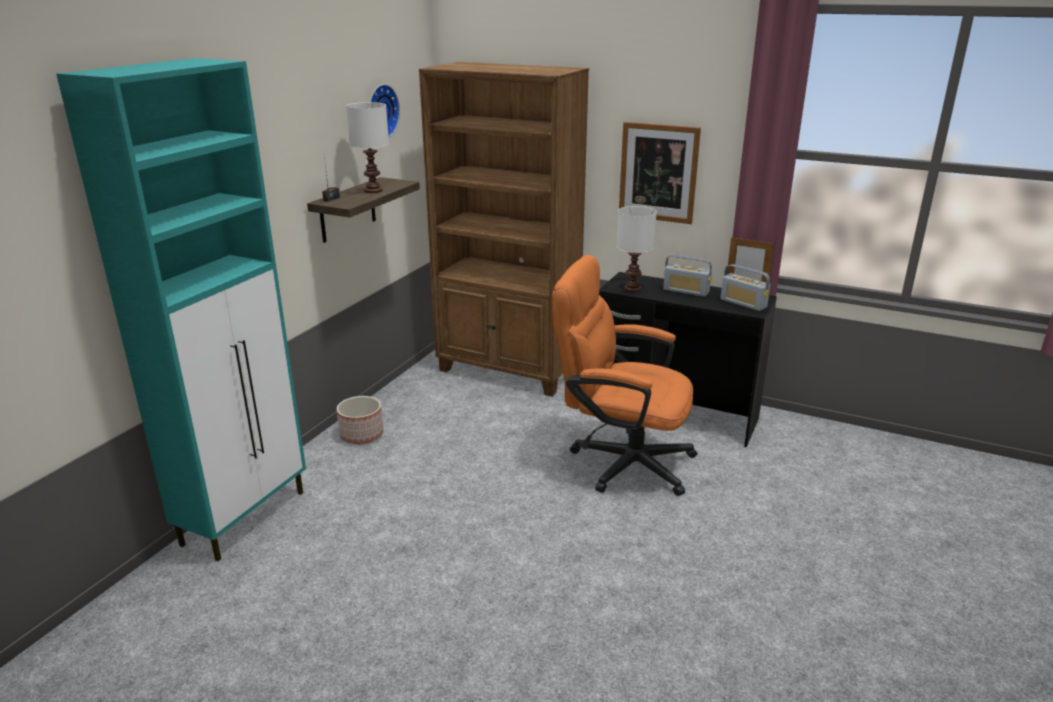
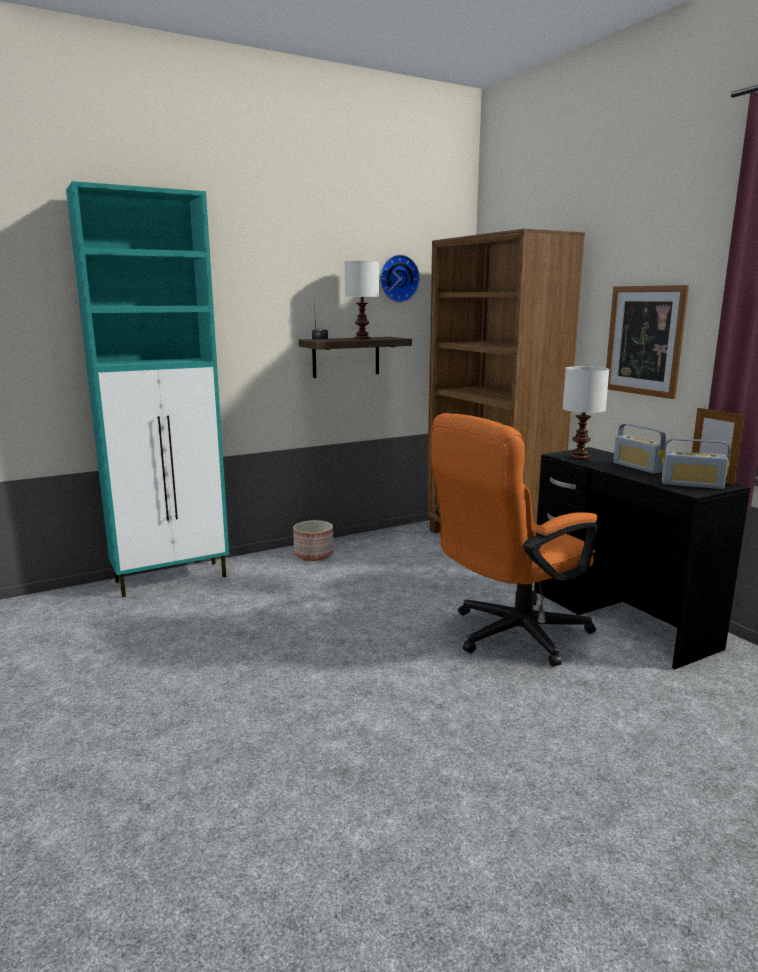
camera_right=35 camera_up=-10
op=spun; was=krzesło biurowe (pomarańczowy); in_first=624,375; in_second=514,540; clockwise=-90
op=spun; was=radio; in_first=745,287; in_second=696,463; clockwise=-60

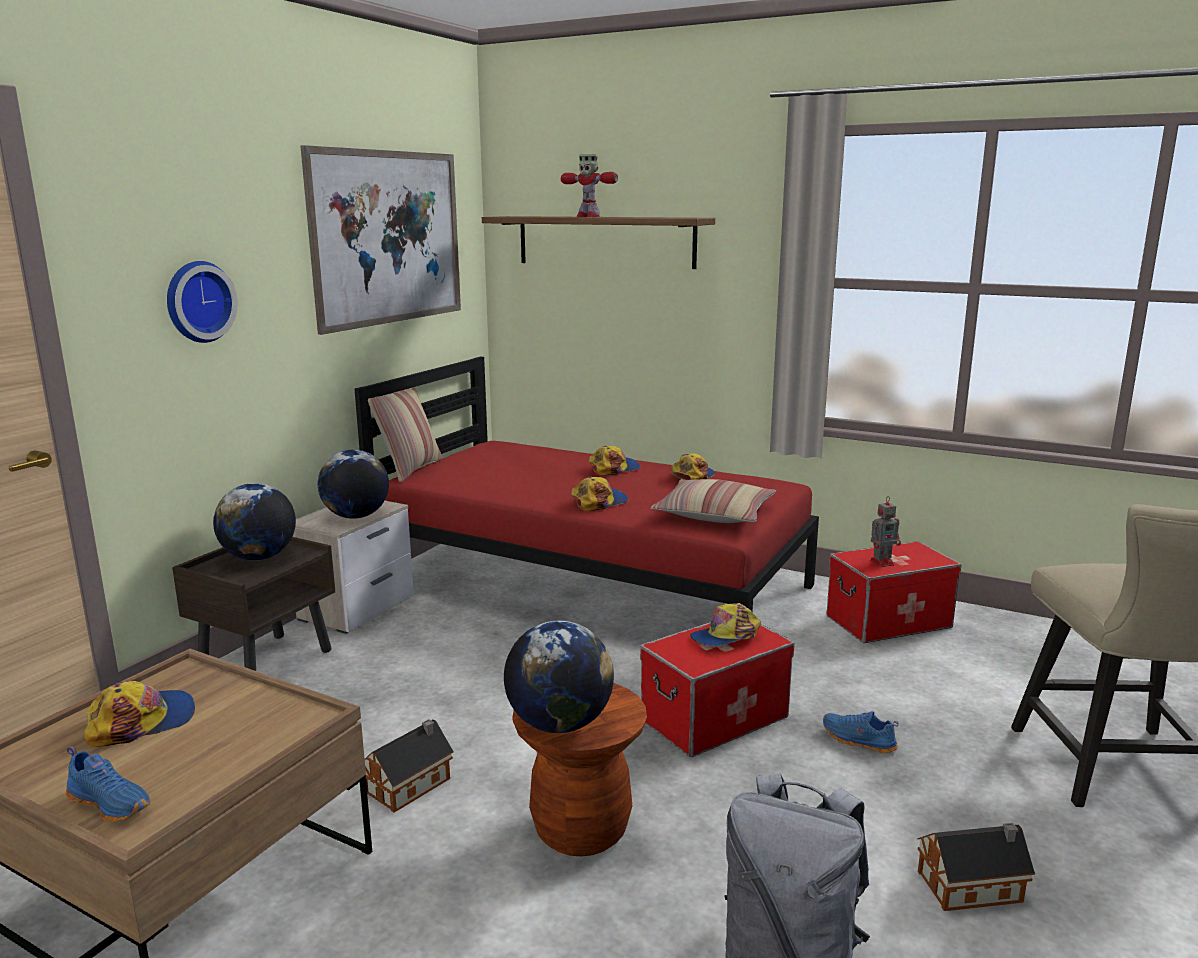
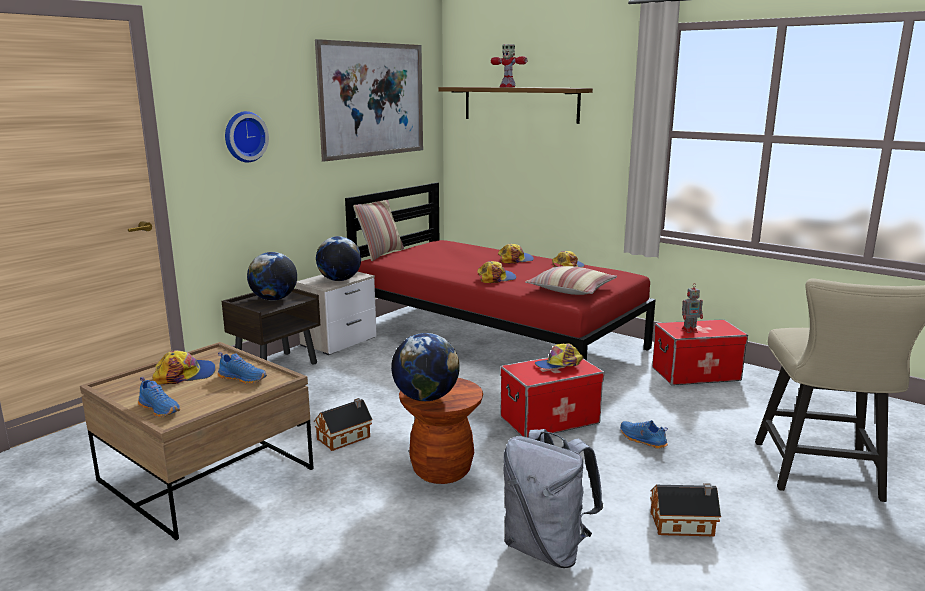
camera_right=10 camera_up=0
op=appeared; now=but (niebieski); in_second=242,368

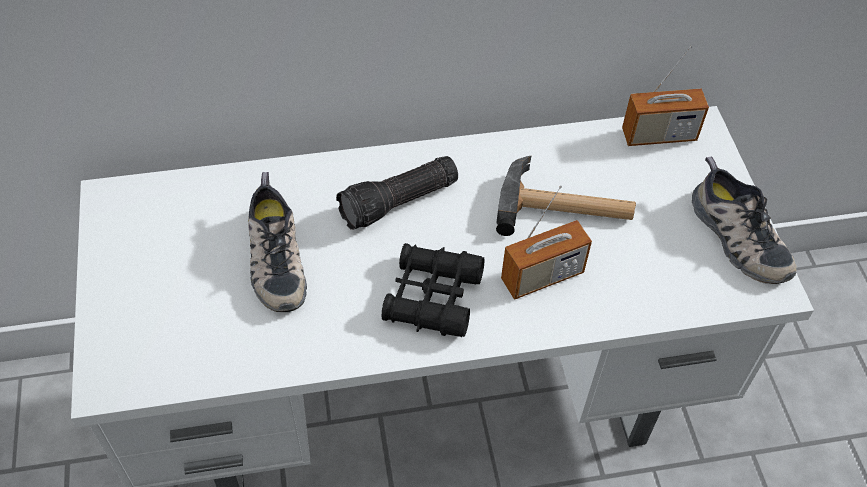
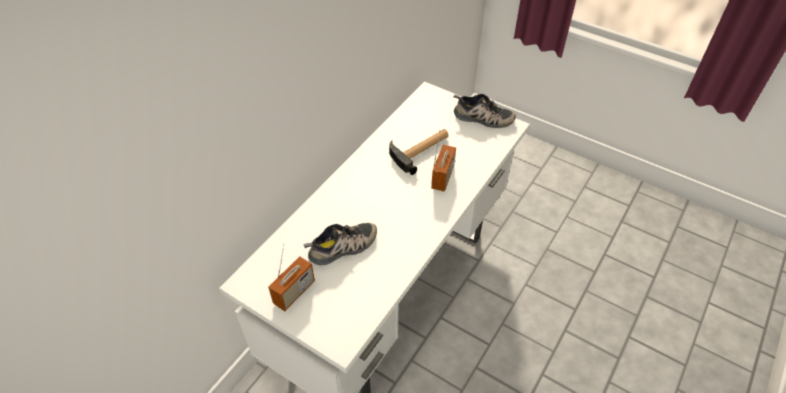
camera_right=-45 camera_up=-5
op=relocated; was=radio; in_first=665,95; in_second=291,277
op=spun; was=but; in_first=277,242; in_second=340,244; clockwise=-60
op=missing; was=latarka; in_first=397,193
op=missing; was=lornetka (czarny); in_first=433,290

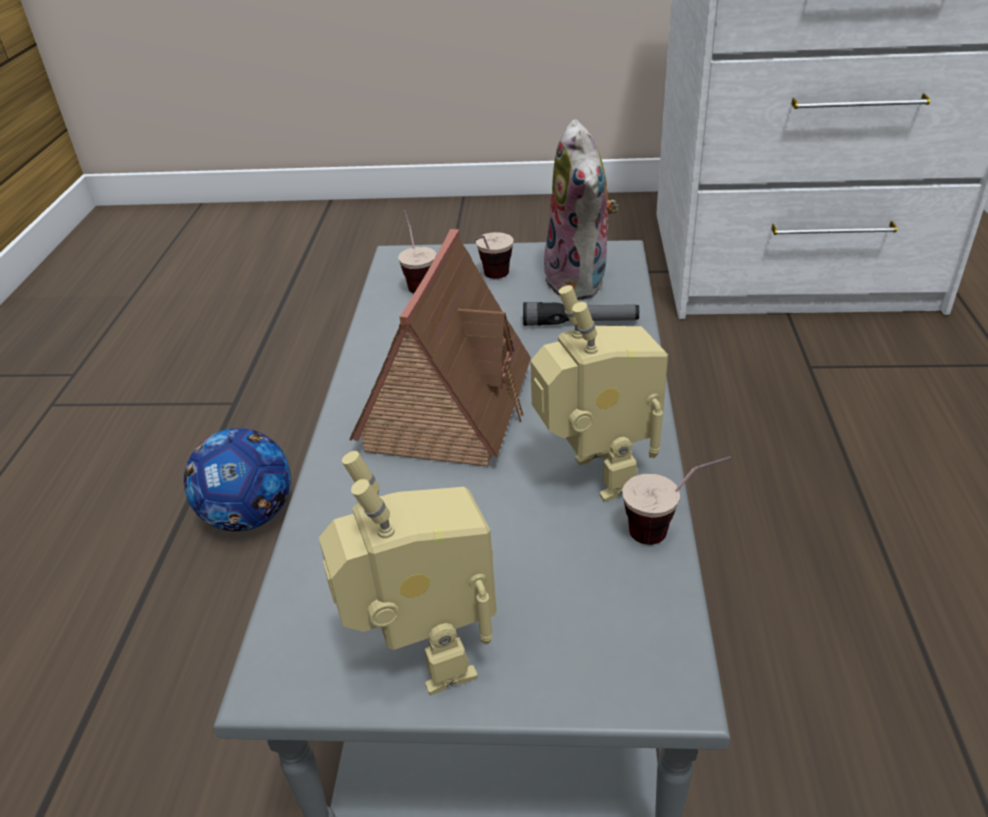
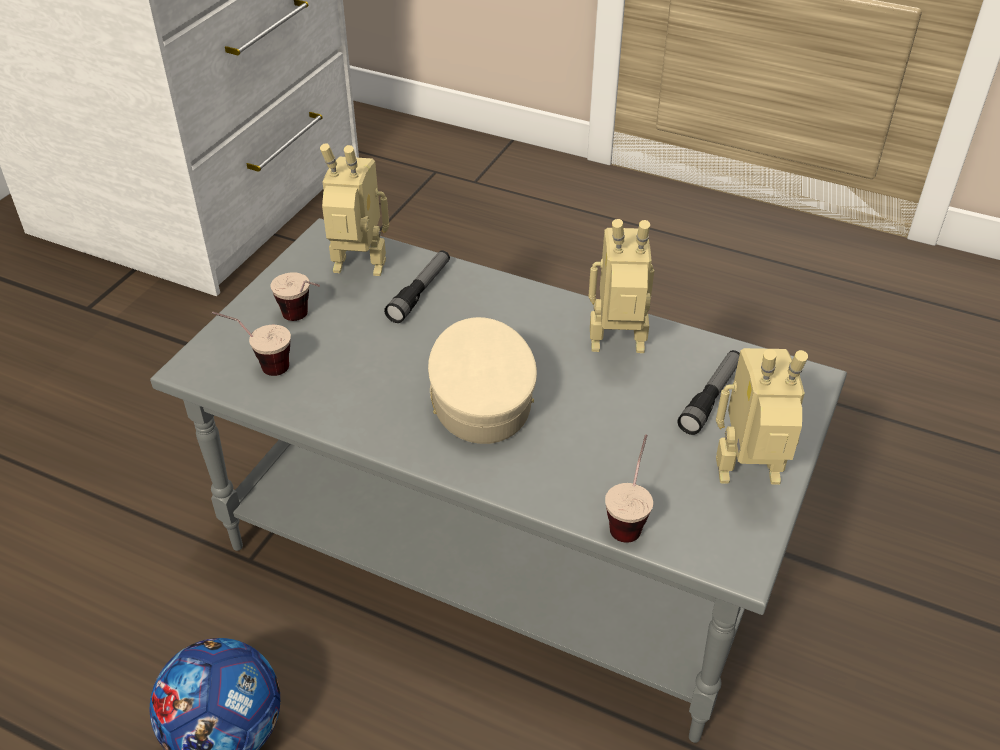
camera_right=-70 camera_up=5
op=exchanged; was=pluszak; now=robot zabawkowy; in_first=580,209; in_second=354,209
op=exchanged; was=domek; now=czapka z daszkiem (beżowy); in_first=440,348; in_second=482,380
op=relocated; was=filiżanka; in_first=676,500; in_second=629,488
op=appeared; now=latarka; in_second=708,392

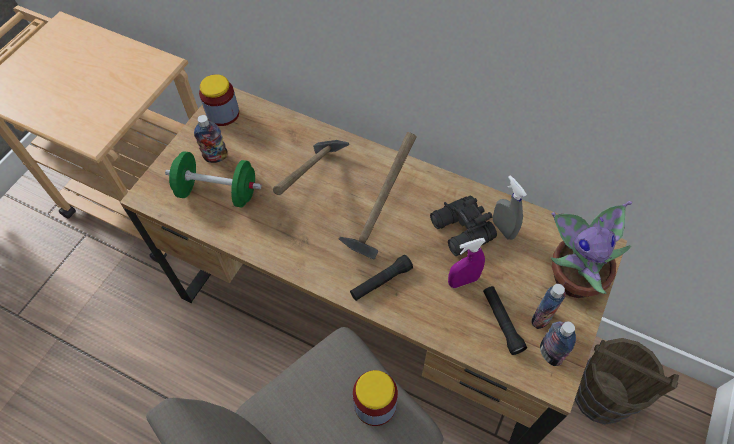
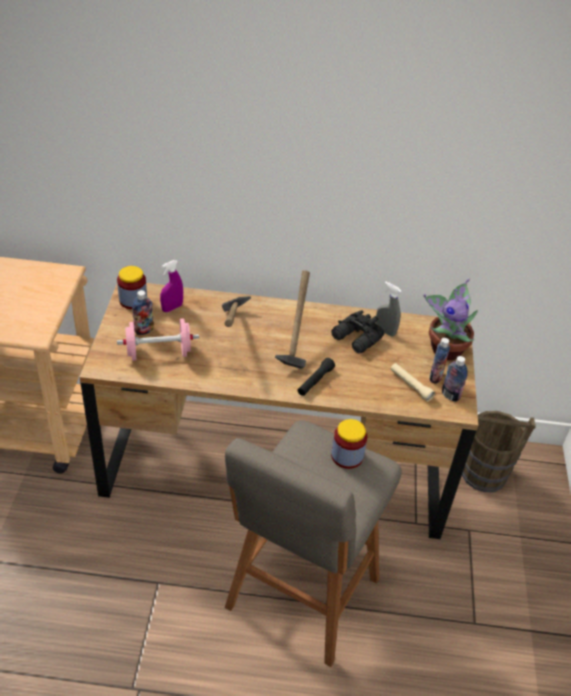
camera_right=-25 camera_up=-15
op=colour; was=hantel (zielony); now=hantel (różowy); in_first=213,179; in_second=158,339
op=relocated; was=spryskiwacz (fioletowy); in_first=467,263; in_second=171,286
op=colour; was=latarka (czarny); now=latarka (beżowy); in_first=505,320; in_second=413,382

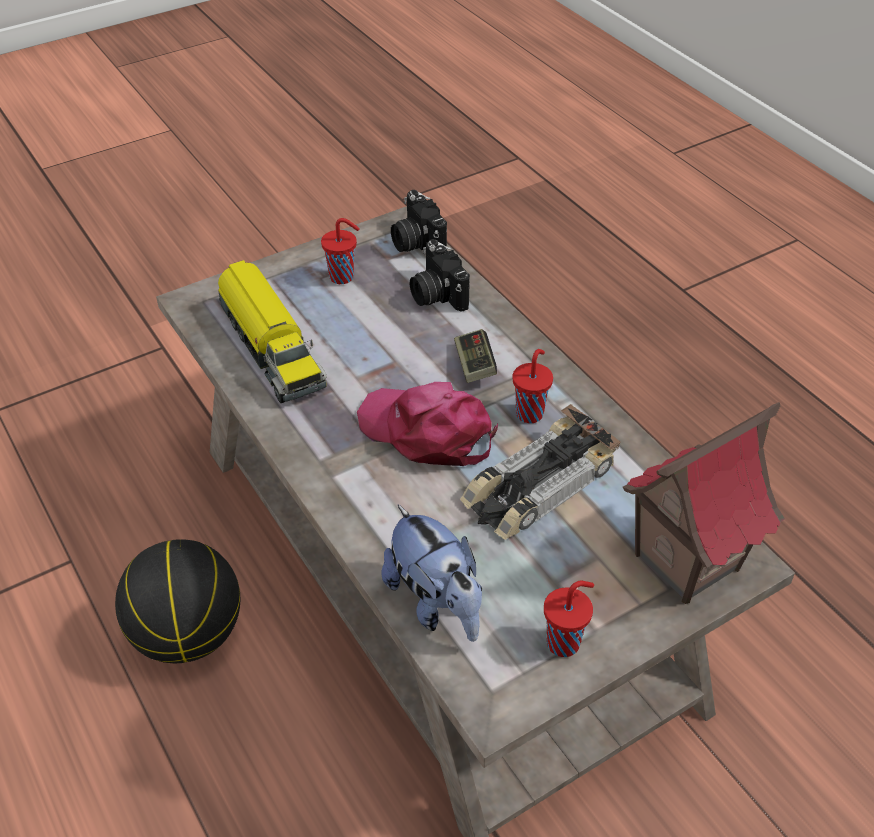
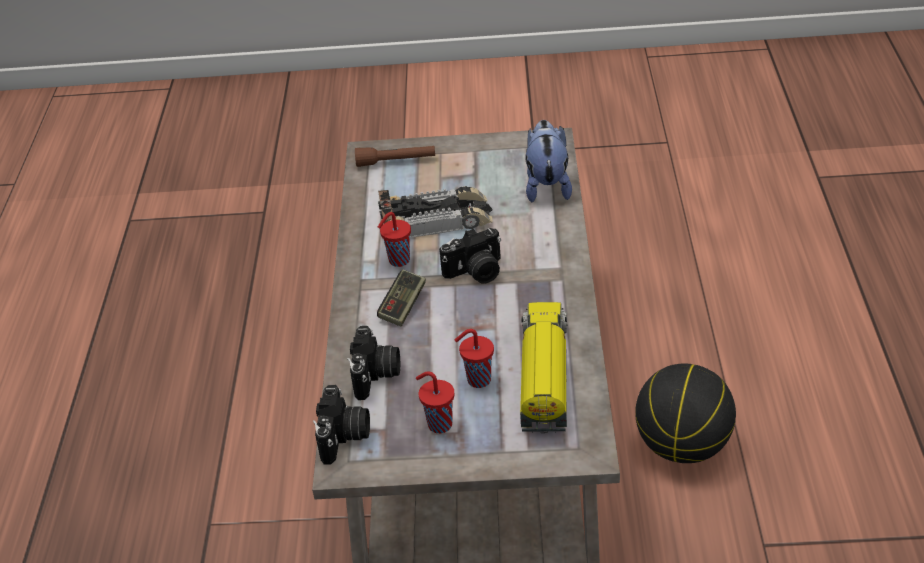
camera_right=-145 camera_up=-5
op=exchanged; was=domek; now=latarka (brązowy); in_first=704,503; in_second=395,156
op=exchanged; was=czapka z daszkiem (różowy); now=aparat fotograficzny; in_first=427,424; in_second=470,256
op=relocated; was=filiżanka (czerwony); in_first=569,619; in_second=474,358

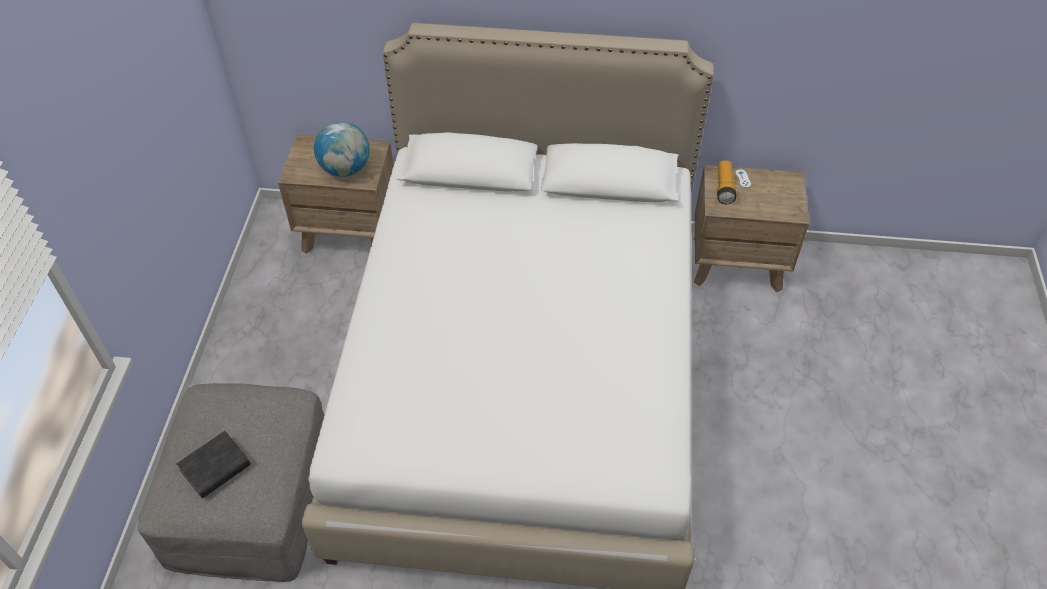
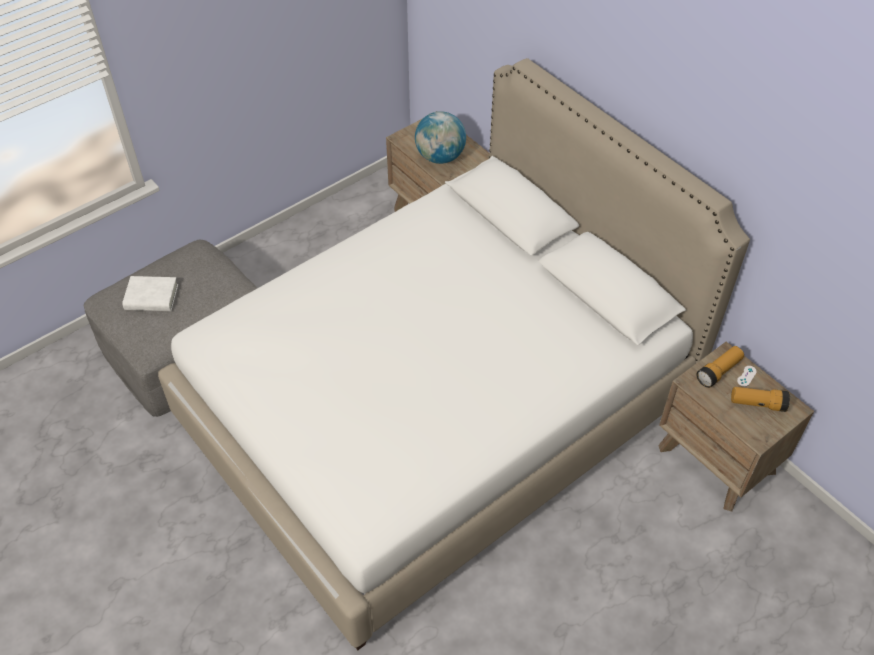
camera_right=45 camera_up=0
op=colour; was=książka (czarny); now=książka (biały); in_first=213,465; in_second=150,293
op=appeared; now=latarka; in_second=760,399

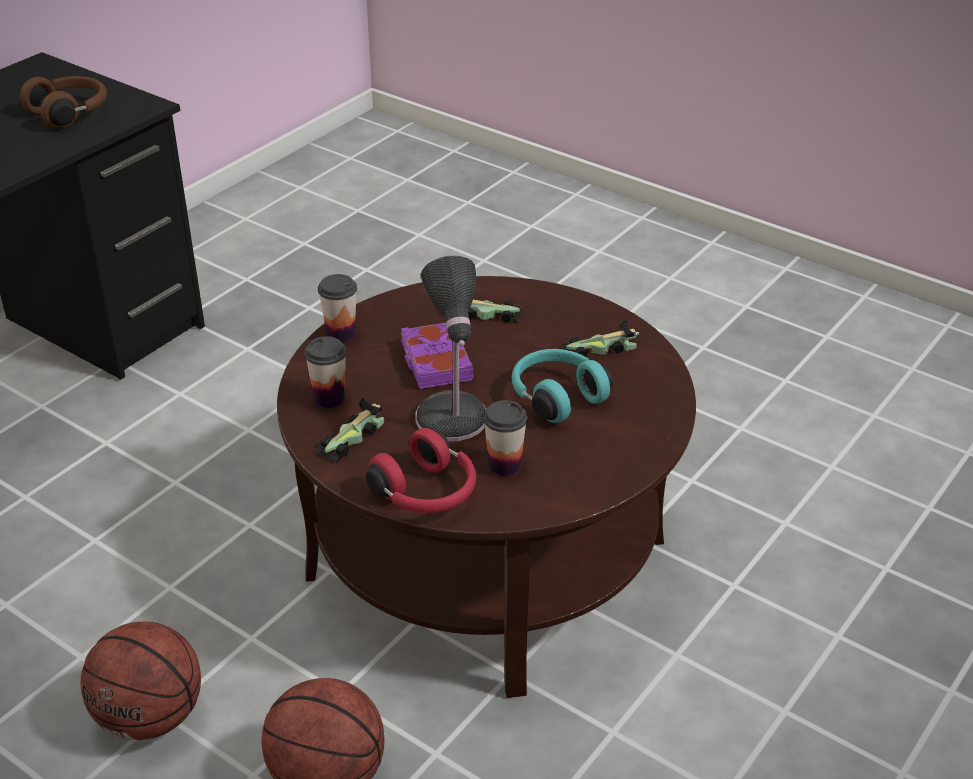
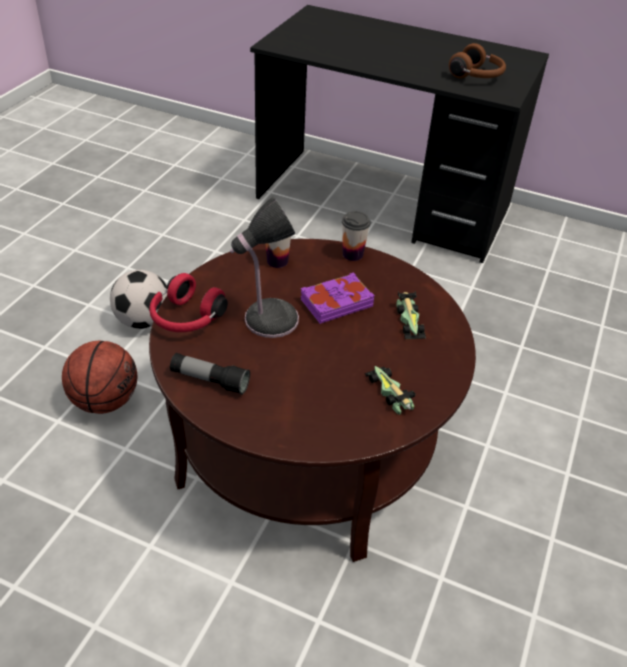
camera_right=75 camera_up=5
op=exchanged; was=piłka do koszykówki; now=piłka futbolowa; in_first=141,681; in_second=138,299
op=appeared; now=latarka; in_second=210,374
op=missing; was=samochodzik; in_first=349,430
op=missing; was=filiżanka; in_first=505,438
op=missing; was=słuchawki (turkusowy); in_first=562,386

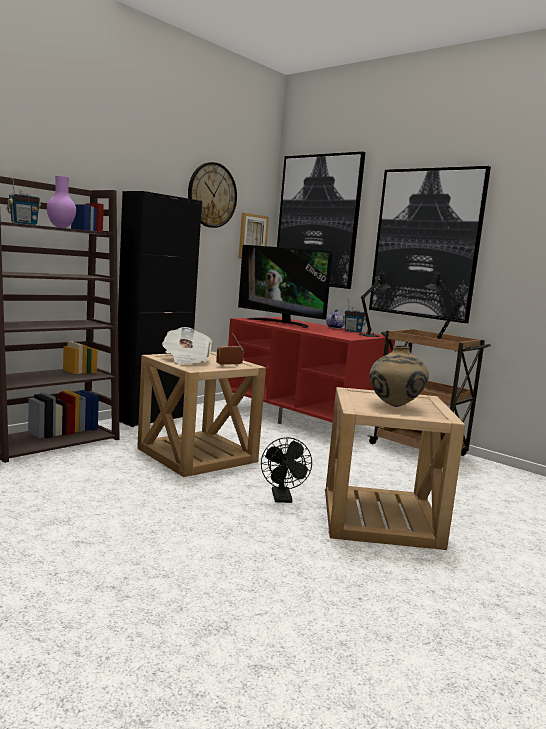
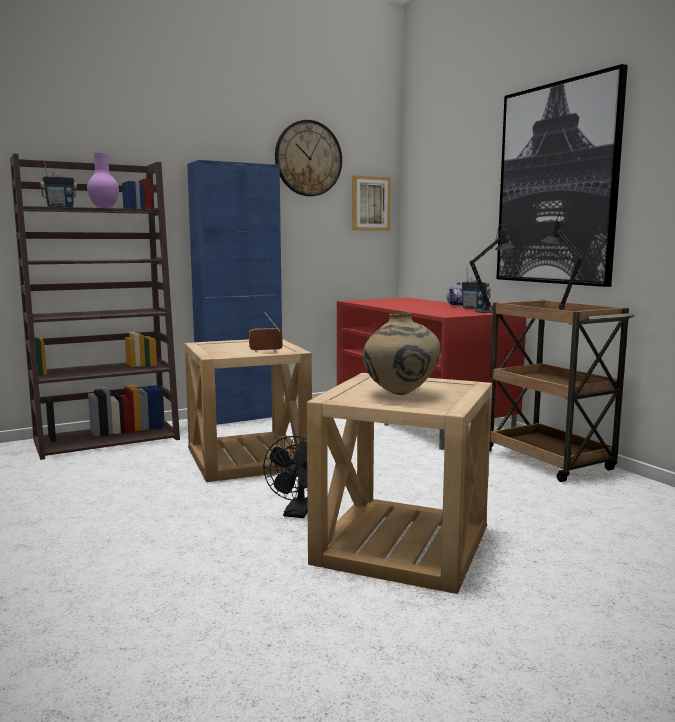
camera_right=20 camera_up=0
op=colour; was=szafka (czarny); now=szafka (niebieski); in_first=160,309; in_second=234,292
op=missing; was=gazeta; in_first=187,346
op=missing; was=telewizor; in_first=285,286
op=missing; was=obraz; in_first=321,220

